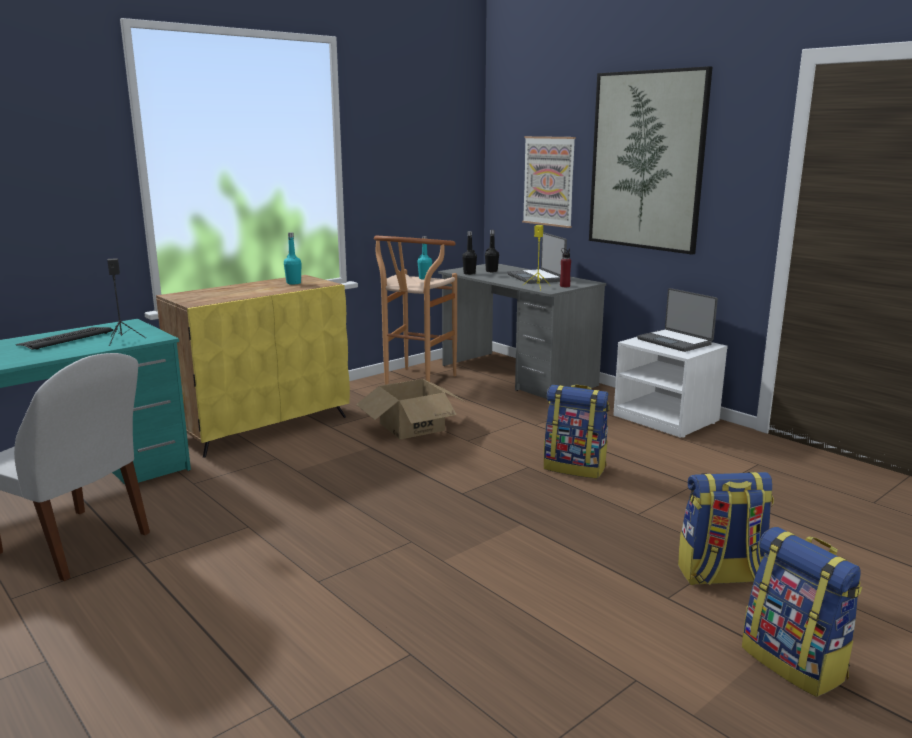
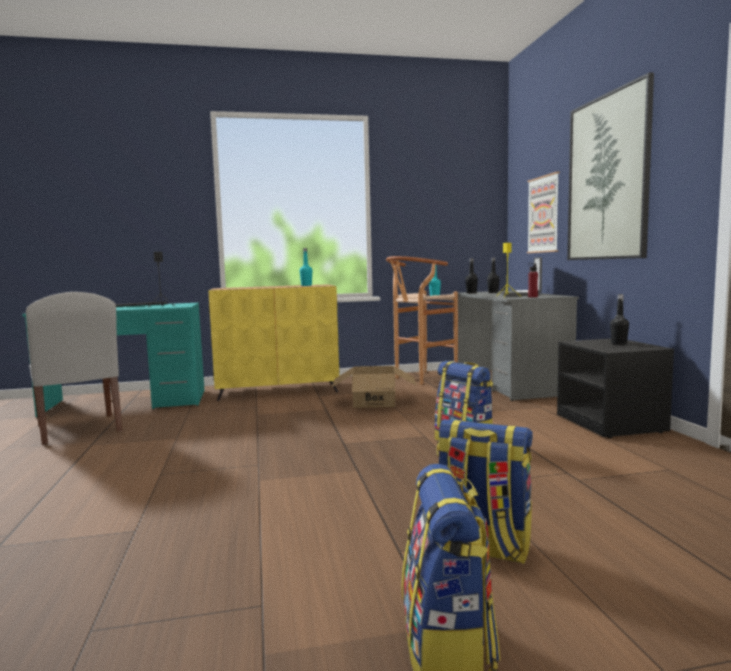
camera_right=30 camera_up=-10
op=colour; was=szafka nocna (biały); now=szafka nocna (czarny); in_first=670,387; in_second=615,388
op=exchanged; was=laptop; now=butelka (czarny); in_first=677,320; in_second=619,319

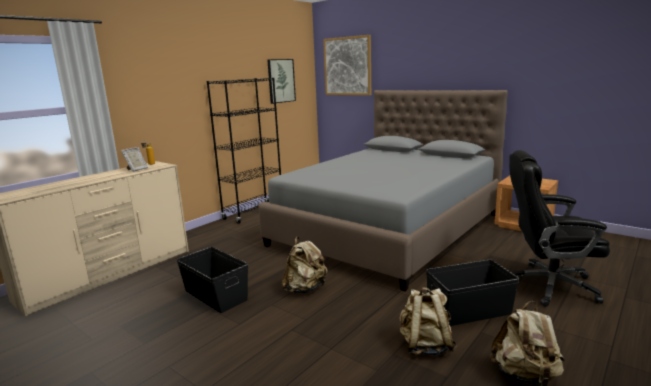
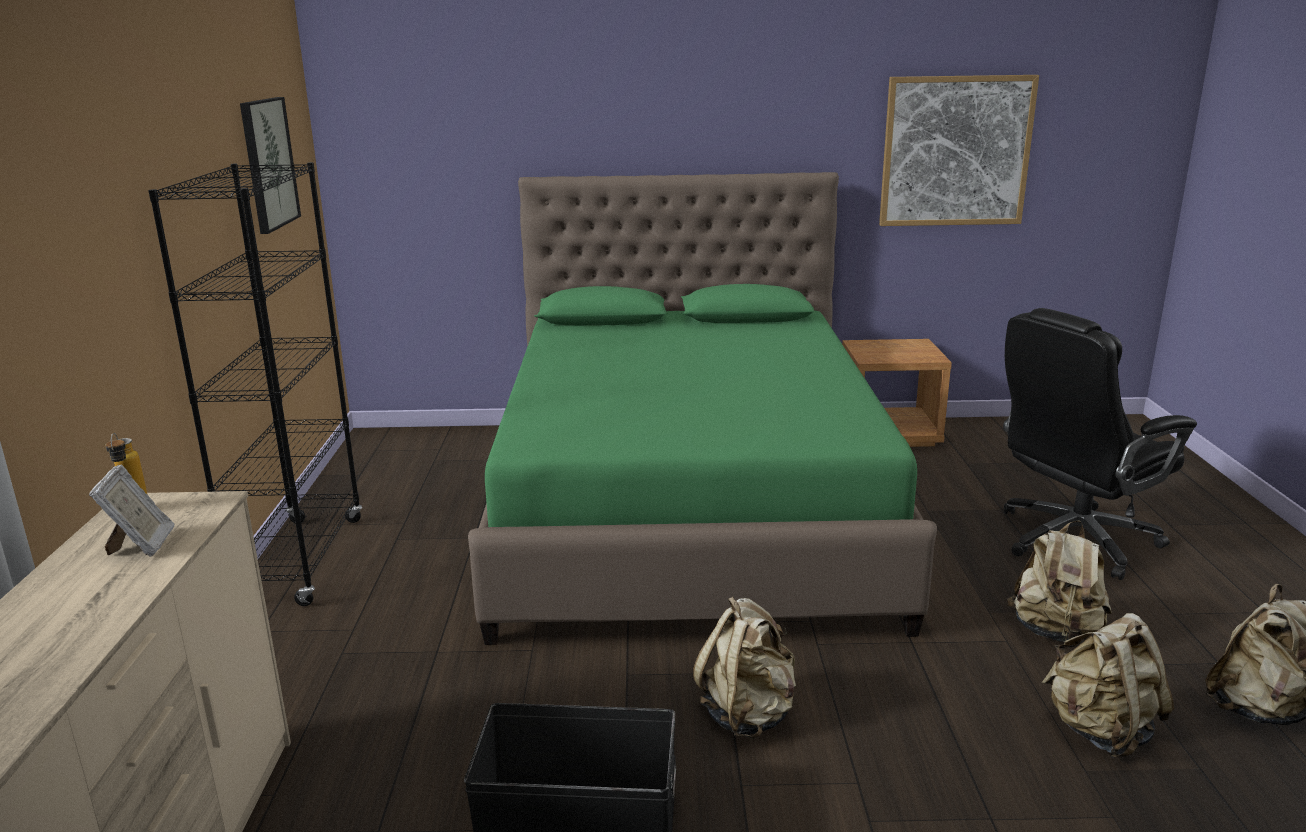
camera_right=-40 camera_up=5
op=colour; was=łóżko (szary); now=łóżko (zielony); in_first=383,190; in_second=702,408
op=relocated; was=obraz; in_first=347,65; in_second=959,150
op=exchanged; was=pojemnik do przechowywania (czarny); now=plecak (beżowy); in_first=472,292; in_second=1059,584

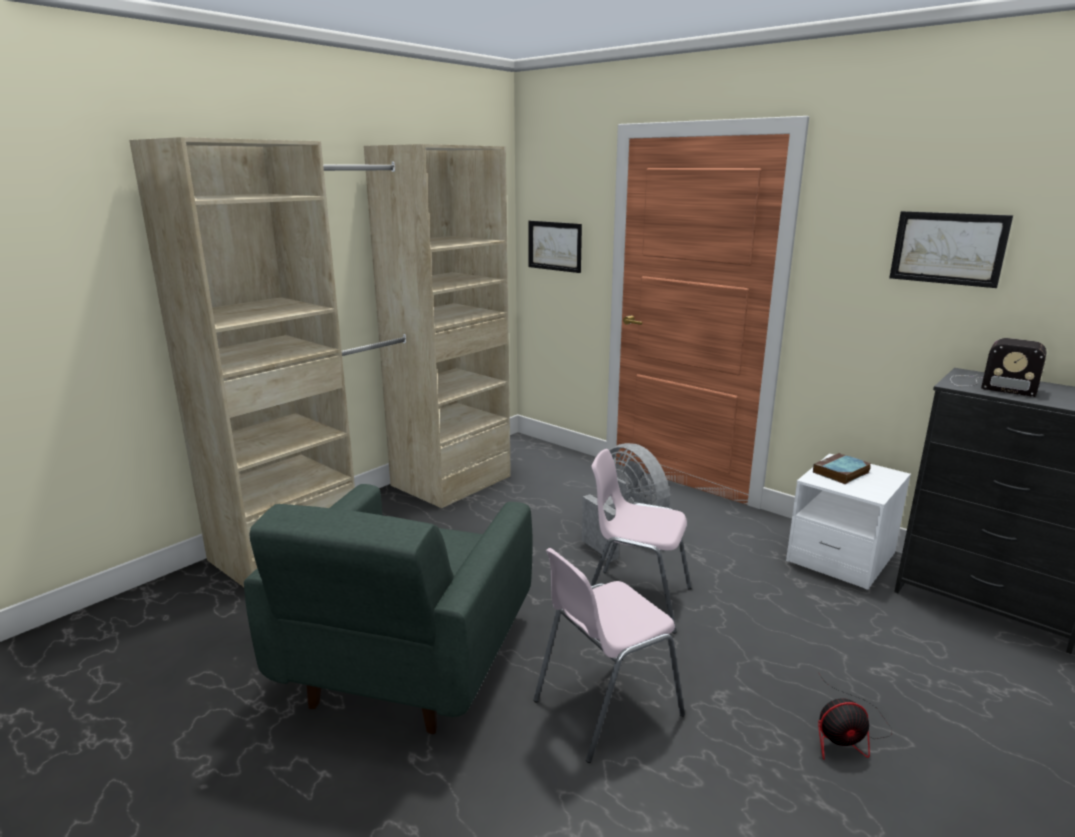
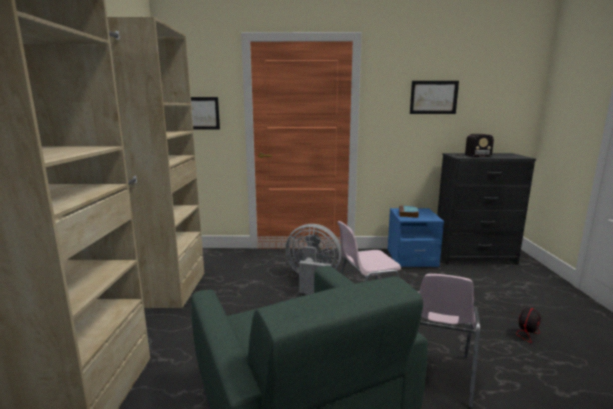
camera_right=-40 camera_up=-5
op=colour; was=szafka nocna (biały); now=szafka nocna (niebieski); in_first=848,521; in_second=416,237

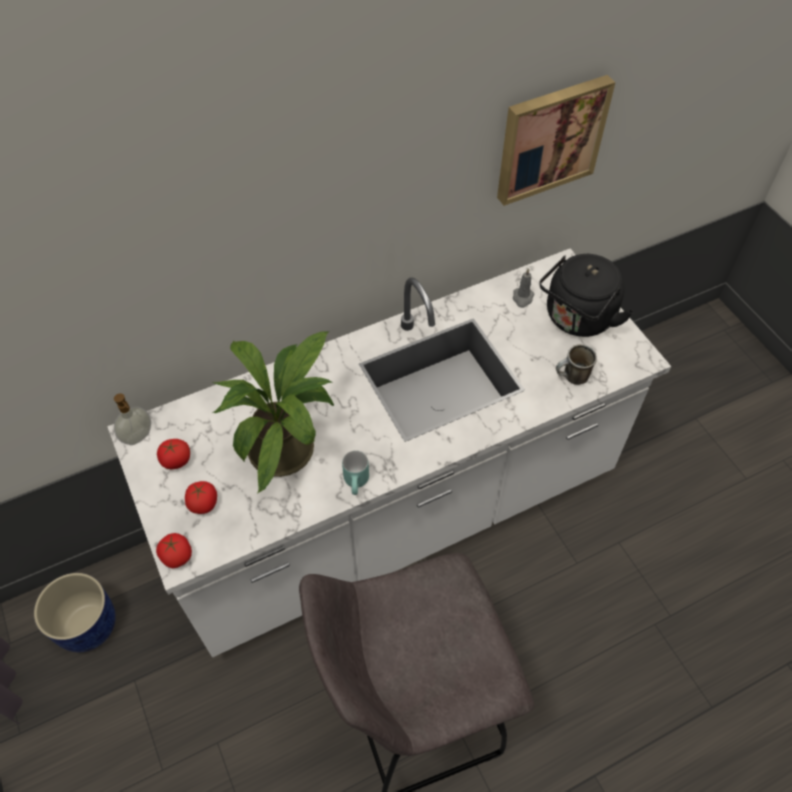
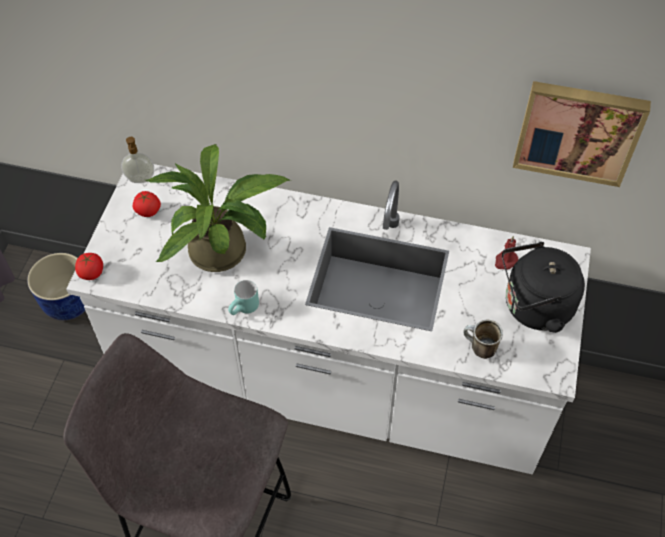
camera_right=40 camera_up=0
op=colour; was=świeca (szary); now=świeca (czerwony); in_first=523,288; in_second=506,252
op=missing; was=pomidor; in_first=201,497

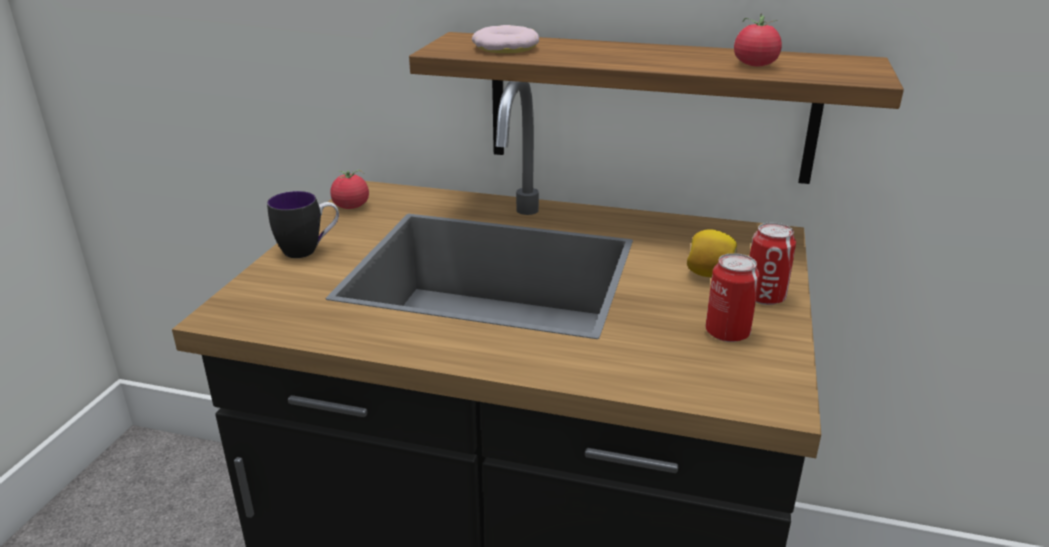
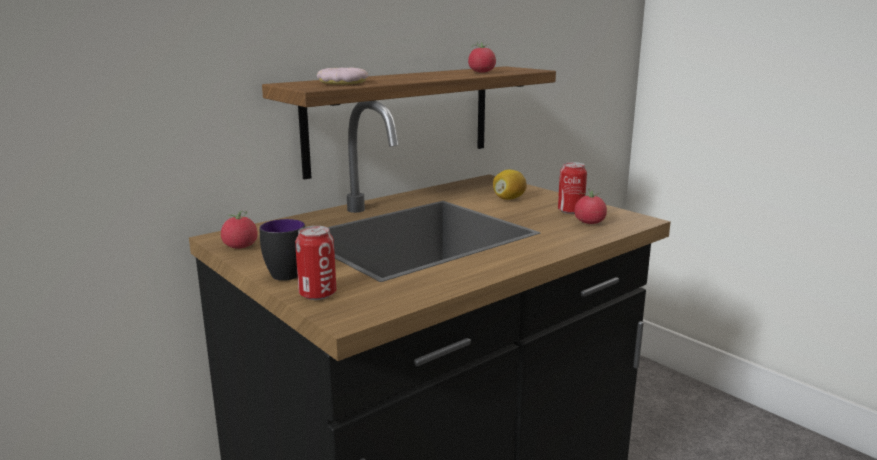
camera_right=-55 camera_up=-10
op=relocated; was=puszka; in_first=772,263; in_second=316,263
op=appeared; now=pomidor; in_second=590,207

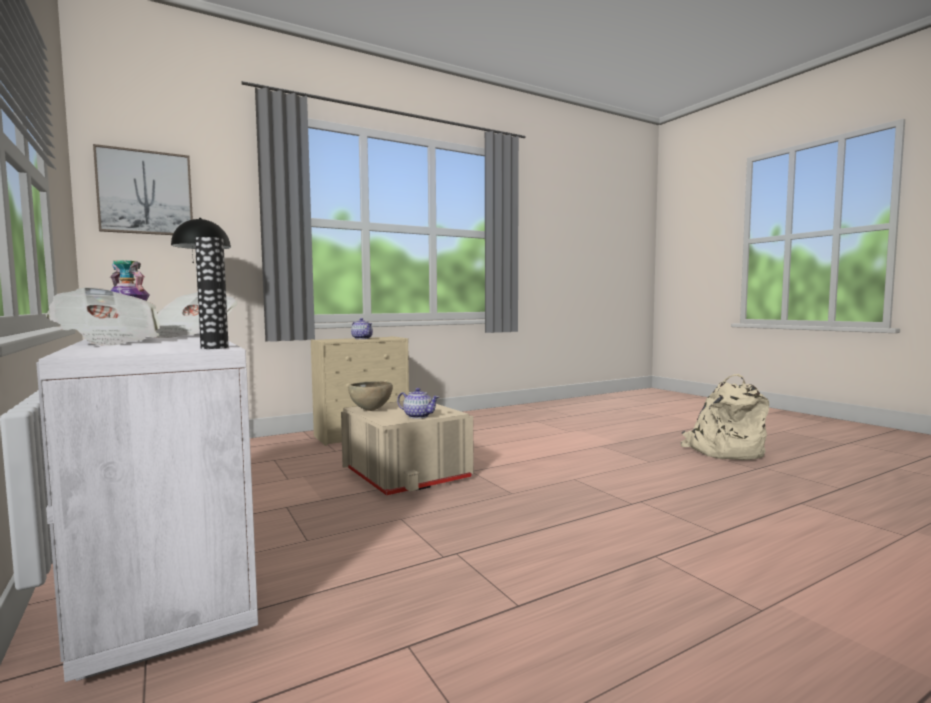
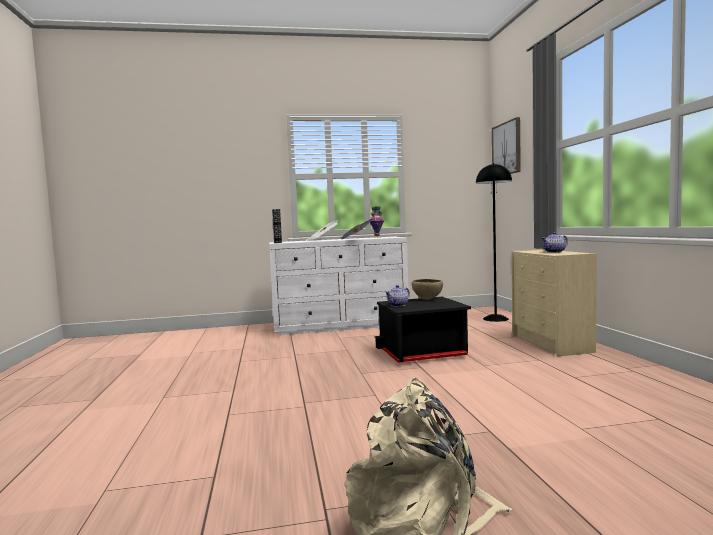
camera_right=110 camera_up=0
op=colour; was=pojemnik do przechowywania (beżowy); now=pojemnik do przechowywania (czarny); in_first=407,448; in_second=423,330

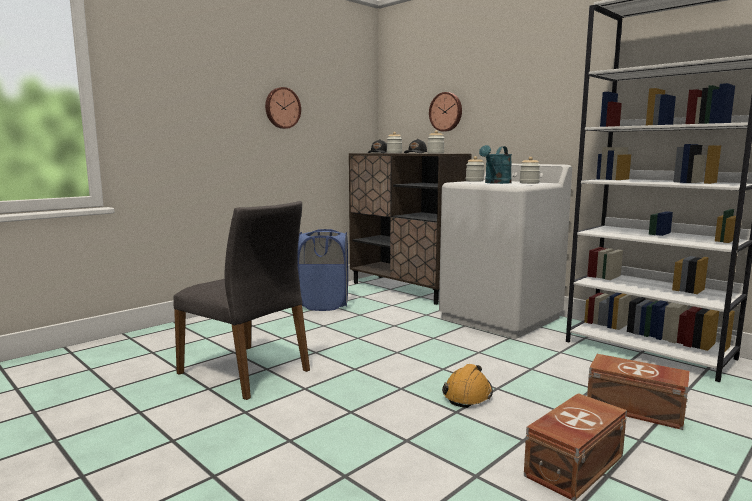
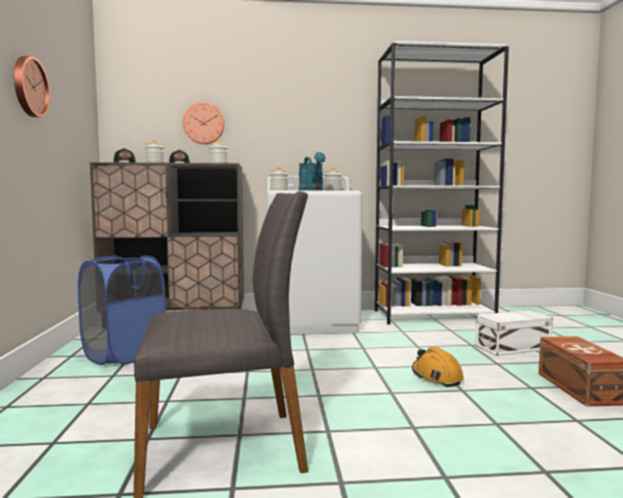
camera_right=-50 camera_up=-5
op=colour; was=pojemnik do przechowywania (brązowy); now=pojemnik do przechowywania (biały); in_first=638,392; in_second=514,333

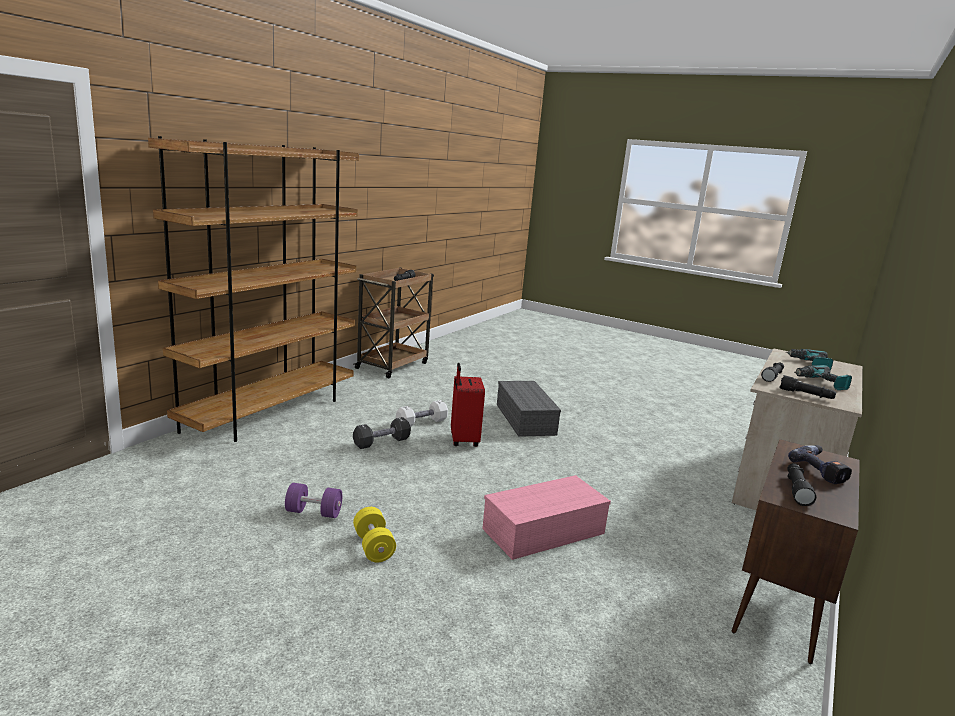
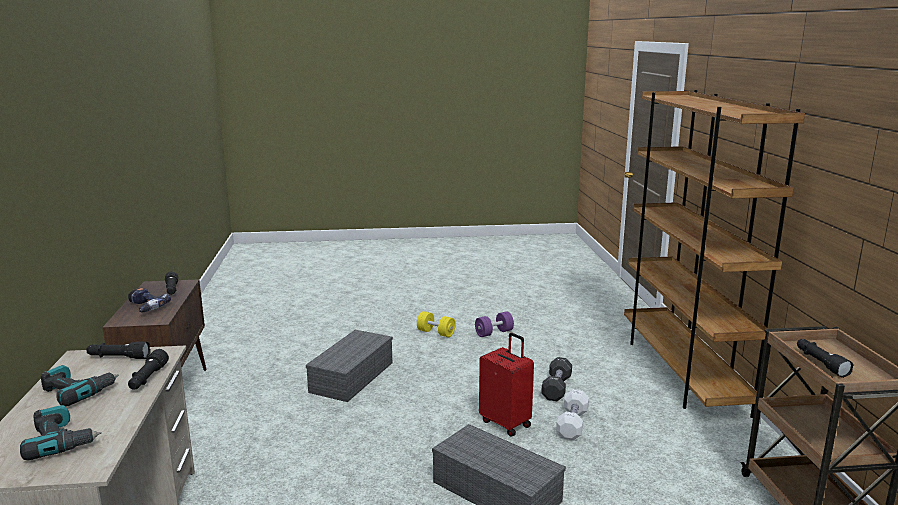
camera_right=145 camera_up=0
op=colour; was=pojemnik do przechowywania (różowy); now=pojemnik do przechowywania (szary); in_first=546,517; in_second=349,366

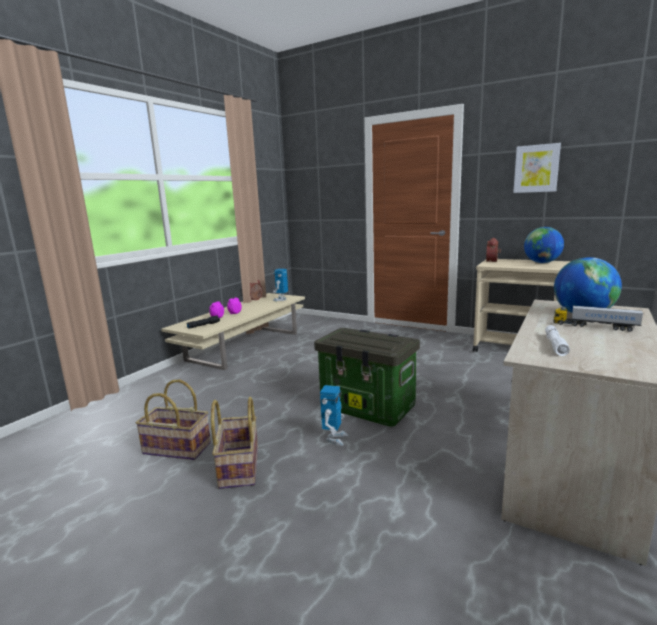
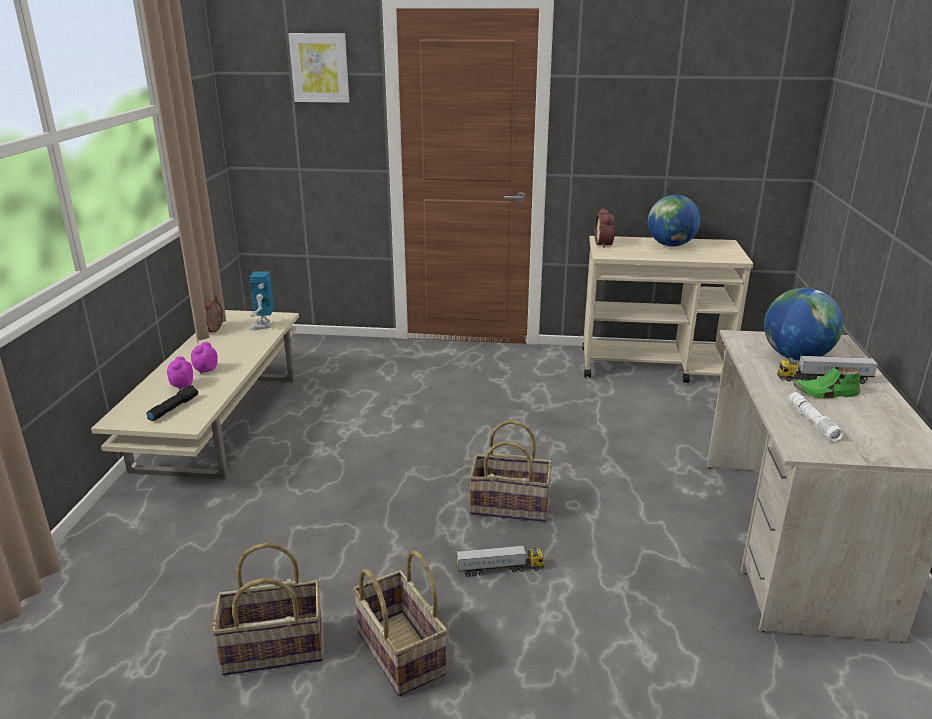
camera_right=-25 camera_up=10
op=relocated; was=obraz; in_first=537,168; in_second=318,68
op=exchanged; was=robot zabawkowy; now=ciężarówka zabawkowa; in_first=334,415; in_second=500,561
op=exchanged; was=pojemnik do przechowywania; now=koszyk; in_first=367,377; in_second=510,471
op=appeared; now=but (zielony); in_second=826,382

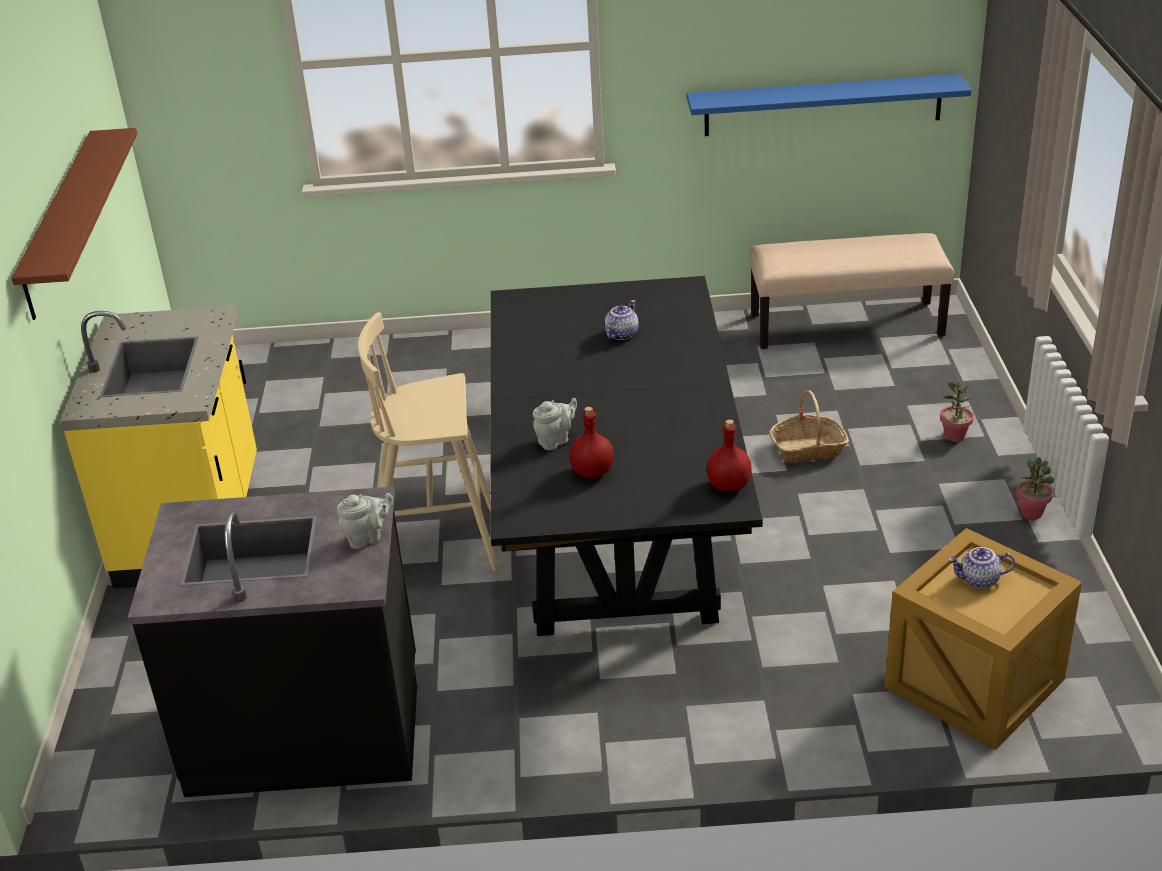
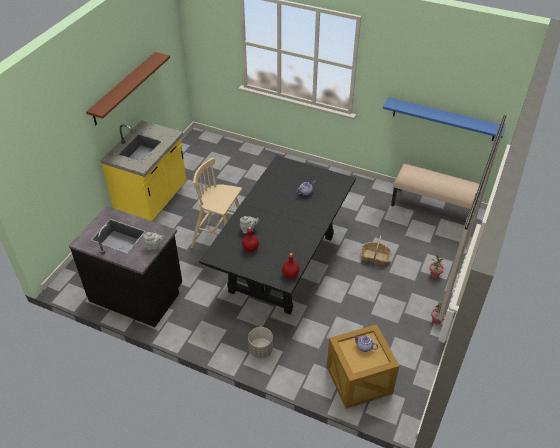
camera_right=25 camera_up=10
op=appeared; now=donica (szary); in_second=260,342

